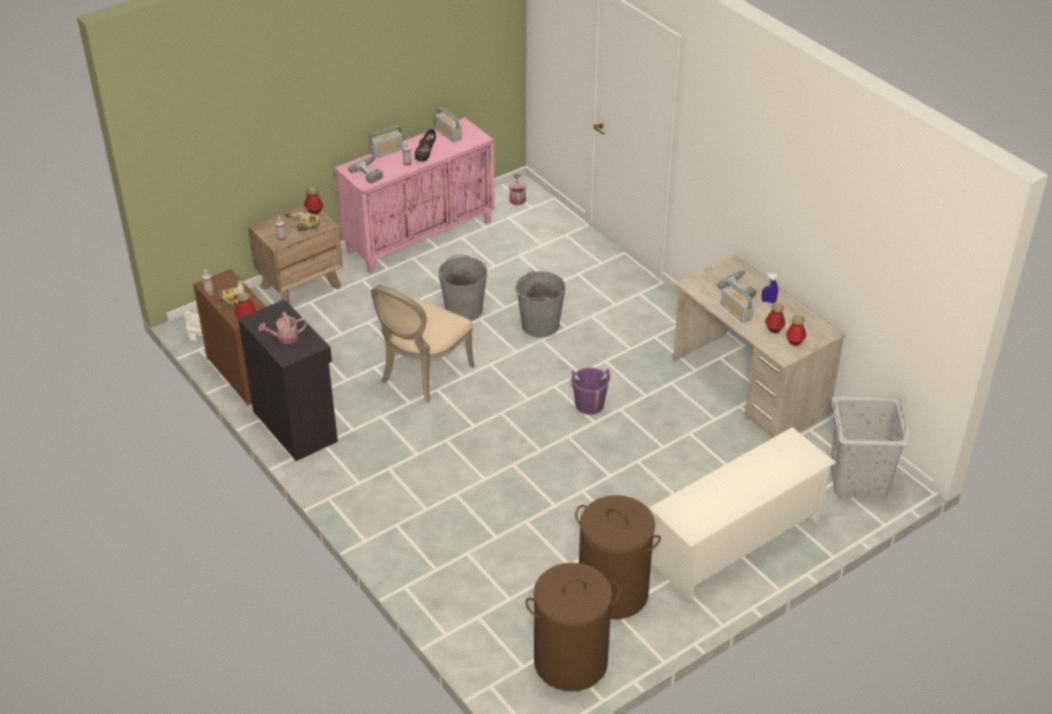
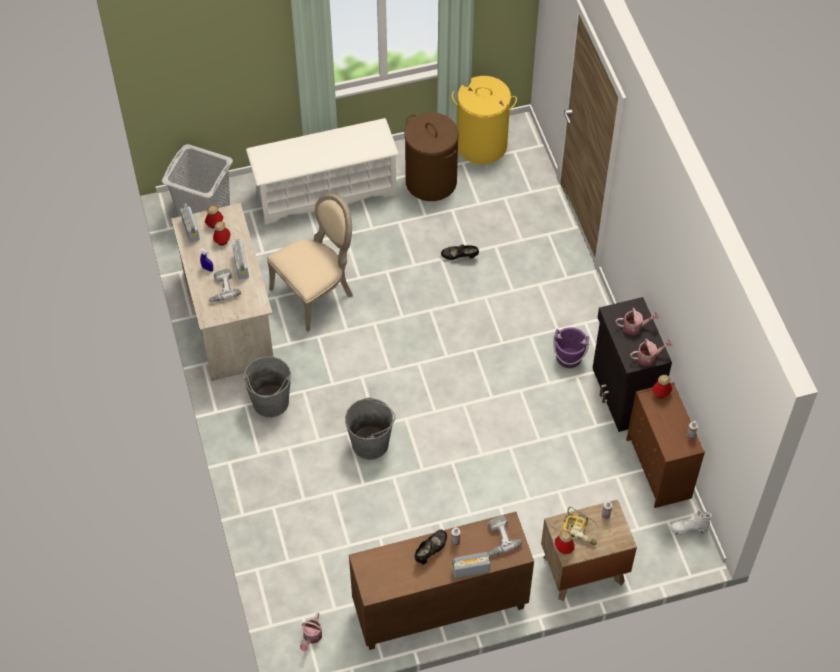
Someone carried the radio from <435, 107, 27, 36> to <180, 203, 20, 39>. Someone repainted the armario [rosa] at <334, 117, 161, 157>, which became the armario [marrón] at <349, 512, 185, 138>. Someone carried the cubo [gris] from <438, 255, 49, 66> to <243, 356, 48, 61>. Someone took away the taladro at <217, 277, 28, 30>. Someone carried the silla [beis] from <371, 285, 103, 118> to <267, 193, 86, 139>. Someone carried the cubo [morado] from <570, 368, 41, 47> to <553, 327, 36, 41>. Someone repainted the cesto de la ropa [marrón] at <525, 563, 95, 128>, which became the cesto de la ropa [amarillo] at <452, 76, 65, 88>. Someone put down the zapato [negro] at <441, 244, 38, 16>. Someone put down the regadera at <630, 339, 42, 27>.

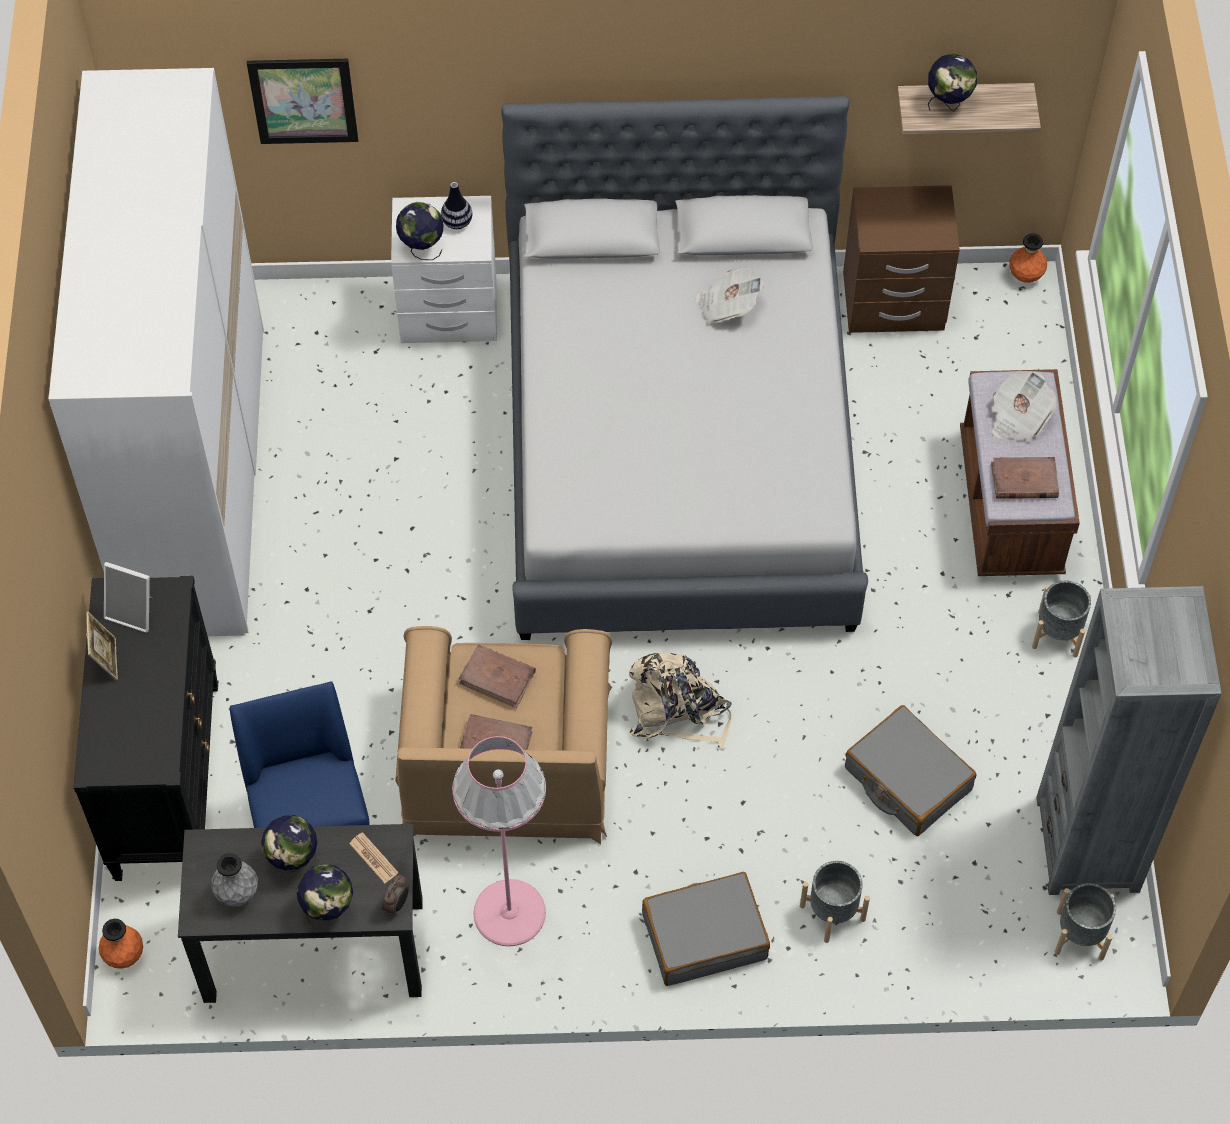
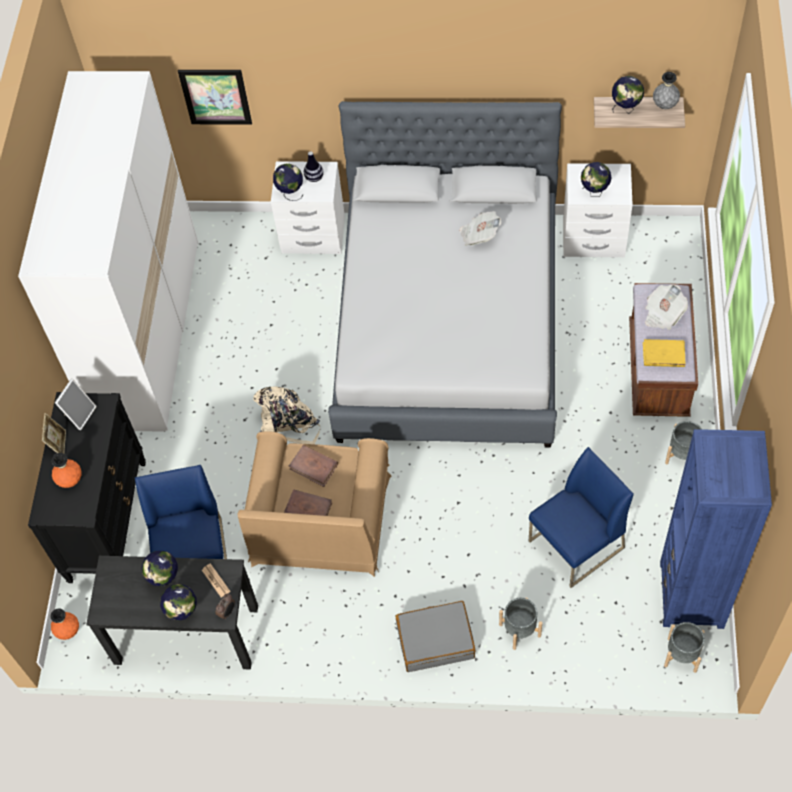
Someone repainted the mesita de noche [marrón] at <843, 185, 117, 148>, which became the mesita de noche [blanco] at <563, 163, 70, 94>. Someone carried the florero [naranja] from <1009, 233, 38, 50> to <52, 453, 29, 35>. Someone repainted the libro [marrón] at <991, 457, 68, 42>, which became the libro [amarillo] at <643, 339, 42, 28>. Someone rotated the portarretratos at <104, 562, 49, 71> by 90 degrees counterclockwise. Someone repainted the estantería [gris] at <1036, 586, 186, 309>, which became the estantería [azul] at <660, 429, 112, 200>. Someone carried the mochila [beis] from <629, 652, 103, 97> to <253, 386, 67, 58>. Someone swapped the maleta [gris] at <845, 705, 131, 131> for the silla [azul] at <529, 447, 105, 141>. Someone took away the lámpara de pie [rosa] at <452, 736, 94, 210>. Someone carried the florero [gris] from <211, 853, 47, 54> to <653, 72, 27, 37>. Someone put down the globo terráqueo at <581, 162, 31, 35>.

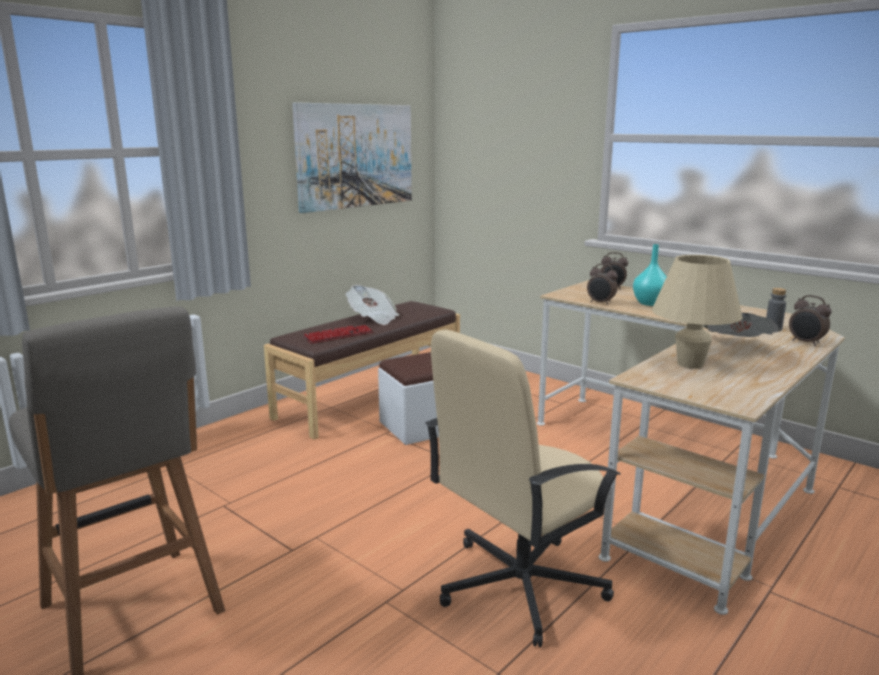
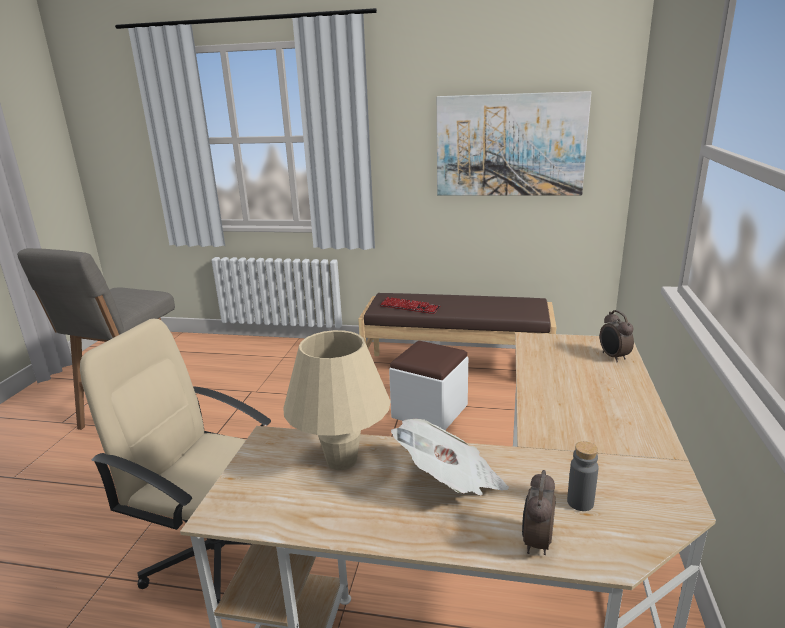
Someone took away the florero [turquesa] at <633, 244, 34, 62>. Someone took away the despertador at <587, 264, 31, 41>. Someone took away the periódico at <346, 285, 53, 40>.

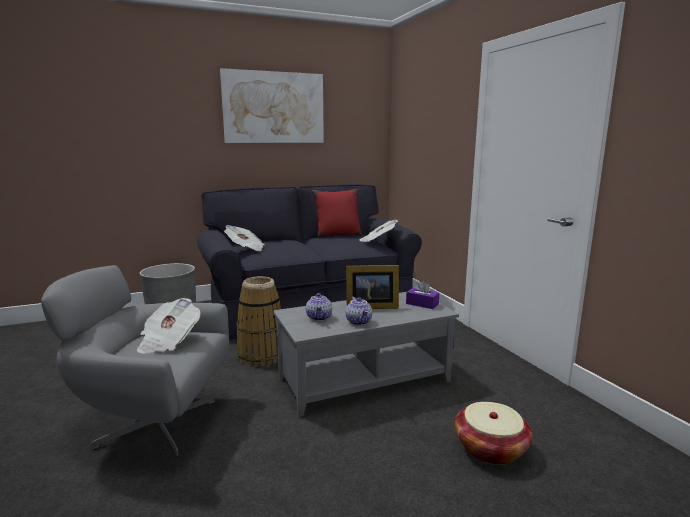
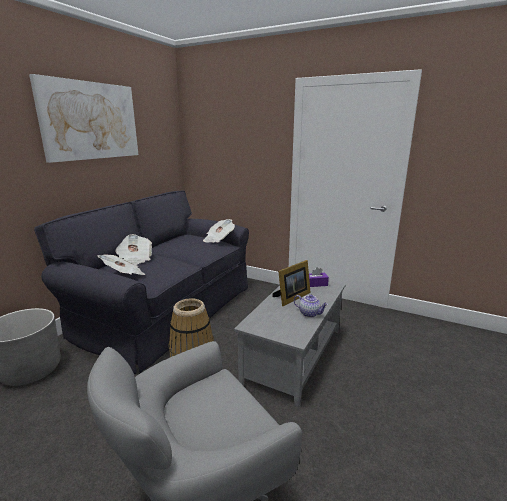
Someone took away the cojín [rojo] at <312, 188, 50, 49>. Someone took away the tetera at <306, 293, 26, 28>. Someone carried the periódico from <137, 298, 64, 56> to <115, 234, 37, 31>. Someone took away the cesta at <455, 402, 78, 63>.

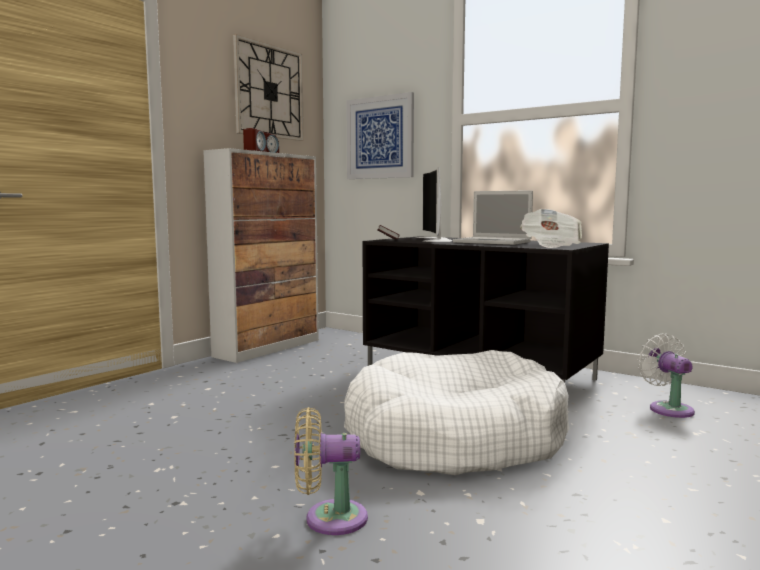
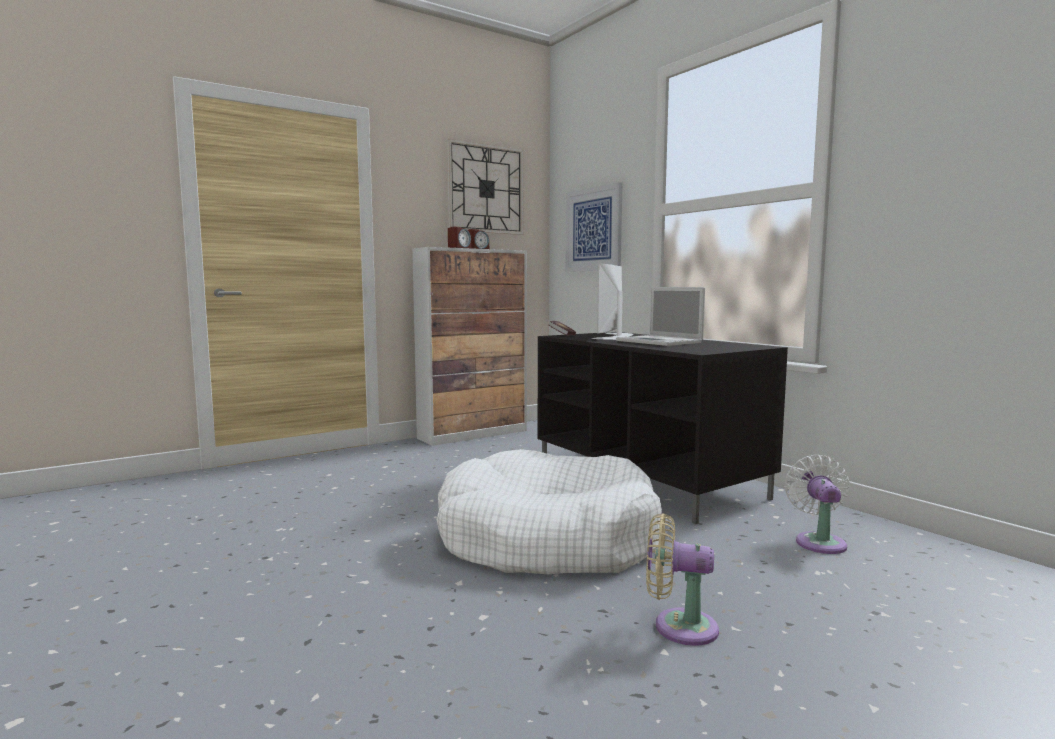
Someone took away the periódico at <520, 209, 62, 39>. Someone carried the ventilador [beis] from <294, 407, 74, 128> to <646, 513, 73, 133>.

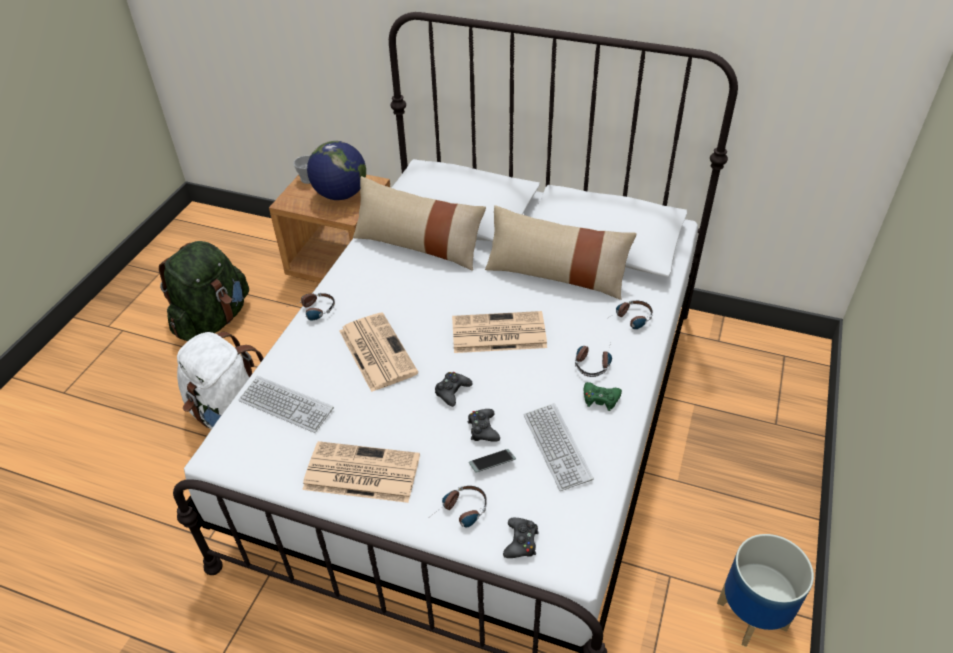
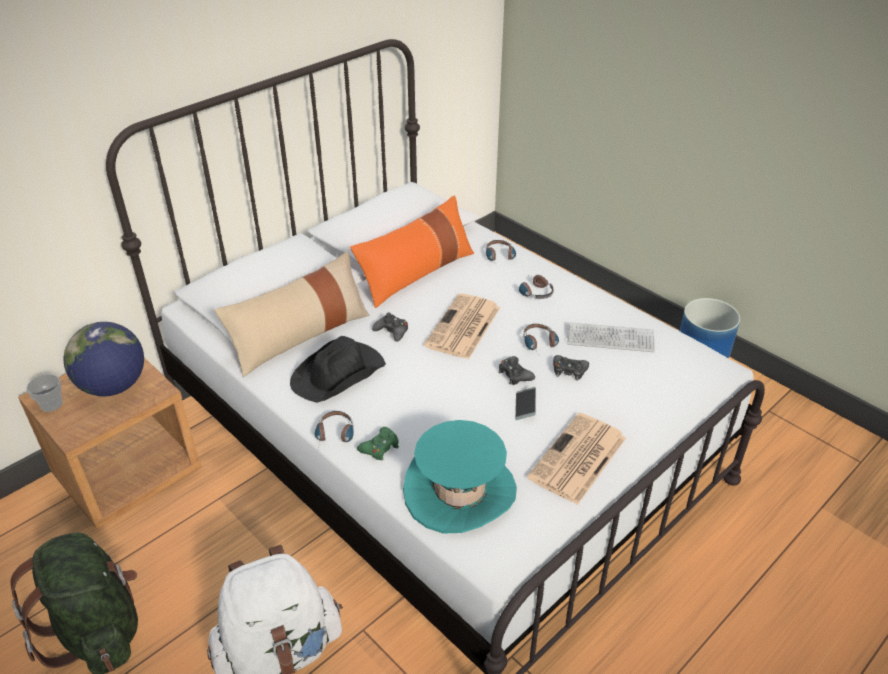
Someone repainted the cojín [beis] at <485, 205, 152, 95>, which became the cojín [naranja] at <350, 195, 124, 113>. Someone took away the periódico at <339, 312, 79, 80>. Someone swapped the teclado at <238, 376, 96, 57> for the sombrero [turquesa] at <403, 420, 114, 113>. Someone carried the mando de consola [verde] from <584, 382, 38, 29> to <357, 427, 42, 34>. Someone carried the móvil from <469, 449, 47, 24> to <515, 387, 21, 33>. Someone carried the auriculares from <431, 486, 56, 41> to <523, 324, 36, 31>. Someone carried the mando de consola [negro] from <503, 518, 36, 40> to <372, 313, 36, 29>. Someone put down the sombrero [negro] at <290, 336, 96, 67>.

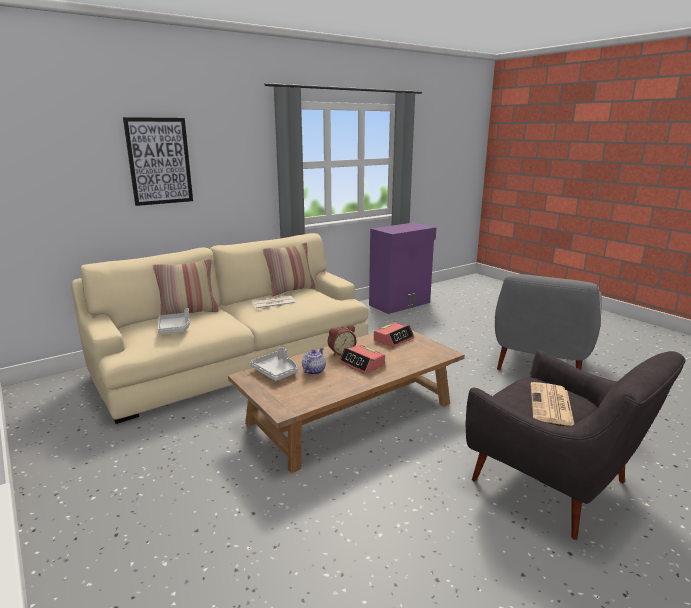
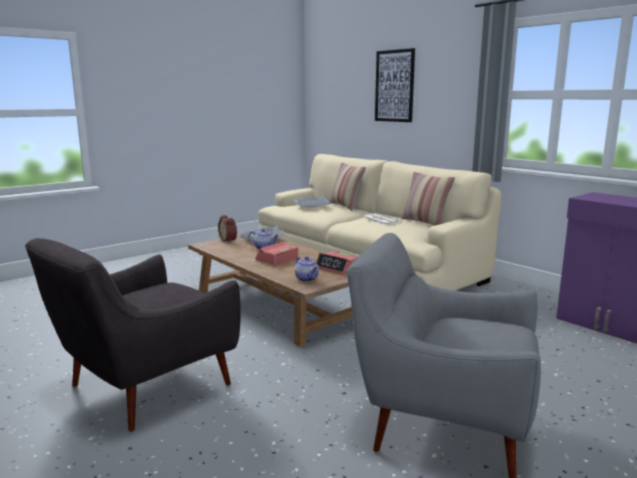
Someone carried the despertador from <328, 324, 28, 32> to <218, 214, 19, 29>. Someone took away the periódico at <531, 382, 43, 44>. Someone put down the tetera at <295, 256, 24, 26>.

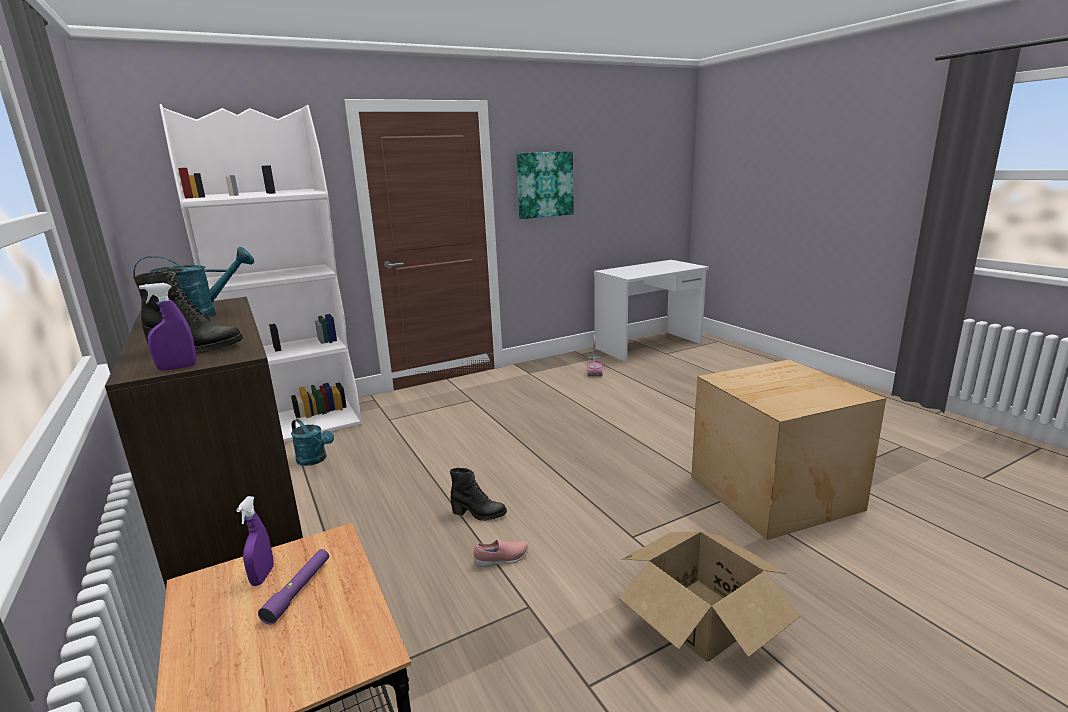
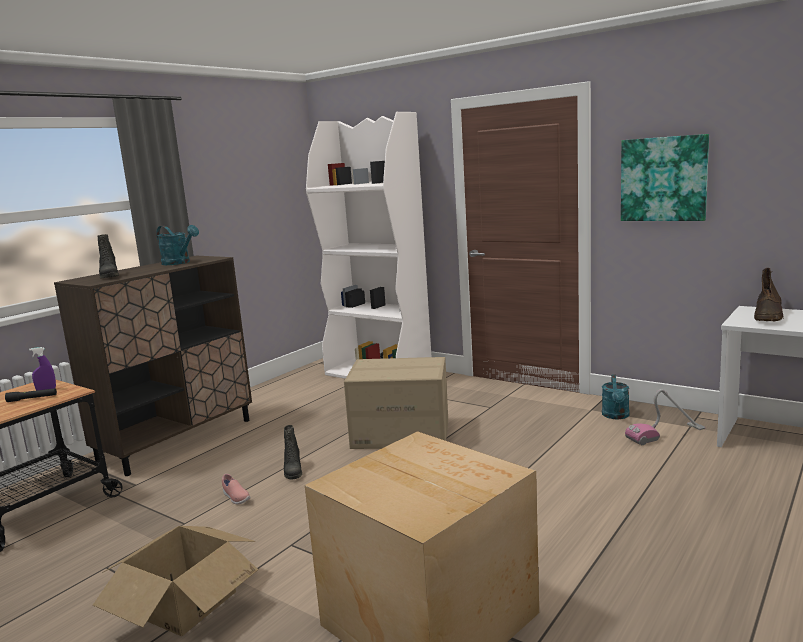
Someone took away the pulverizador [morado] at <139, 283, 57, 88>. Someone carried the regadera [turquesa] from <291, 419, 43, 47> to <602, 375, 28, 44>. Someone repainted the linterna [morado] at <258, 549, 71, 76>, which became the linterna [negro] at <5, 388, 52, 14>. Someone put down the bota [marrón] at <754, 268, 29, 54>. Someone put down the caja de cartón at <344, 357, 104, 92>.

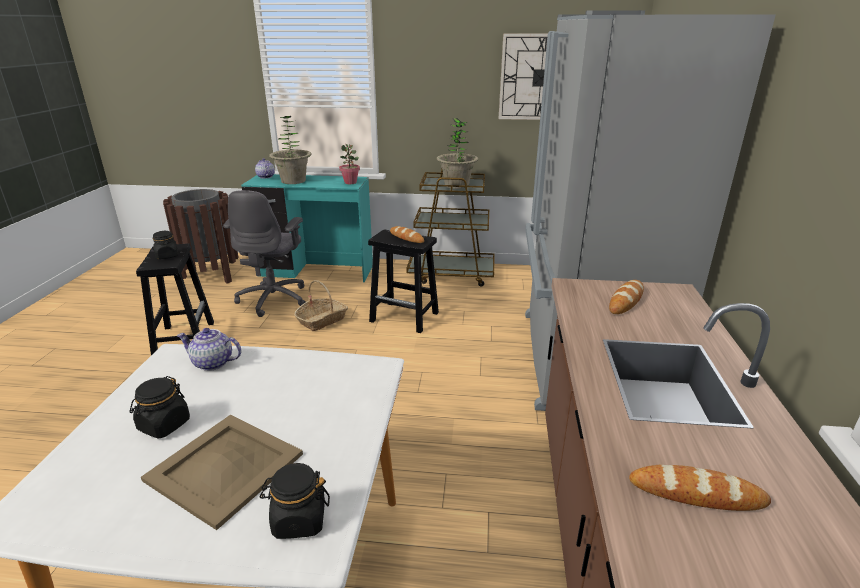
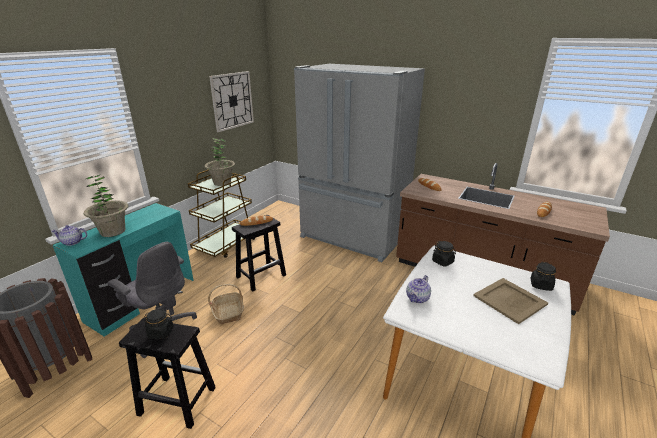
Someone took away the planta en maceta at <339, 144, 21, 40>. Someone carried the tarro [negro] from <130, 376, 60, 63> to <432, 241, 24, 26>.

